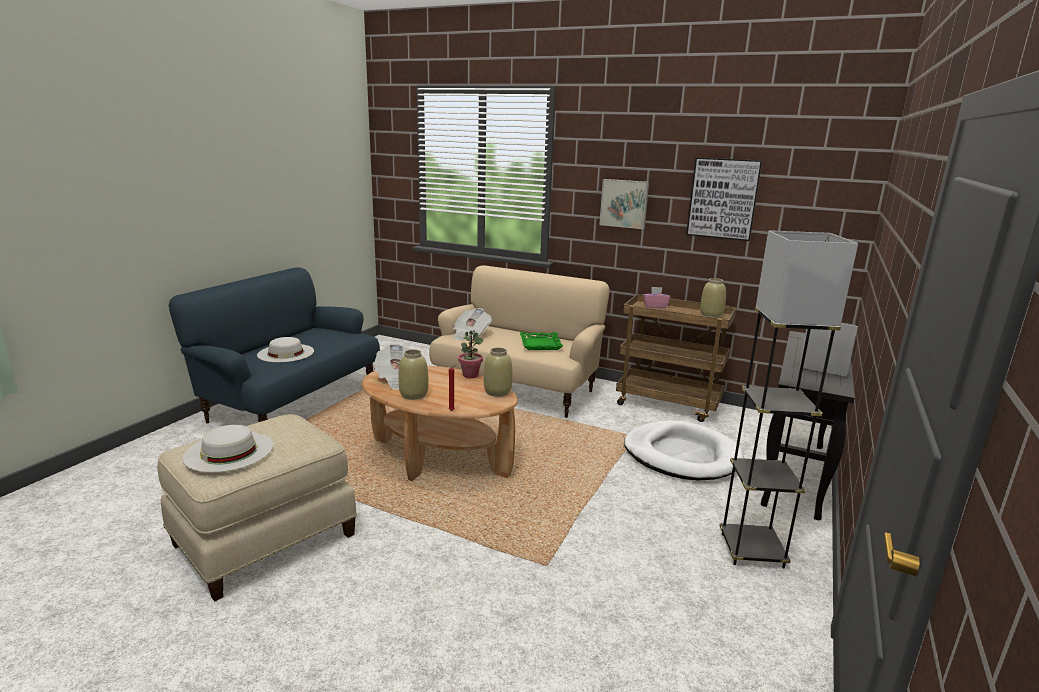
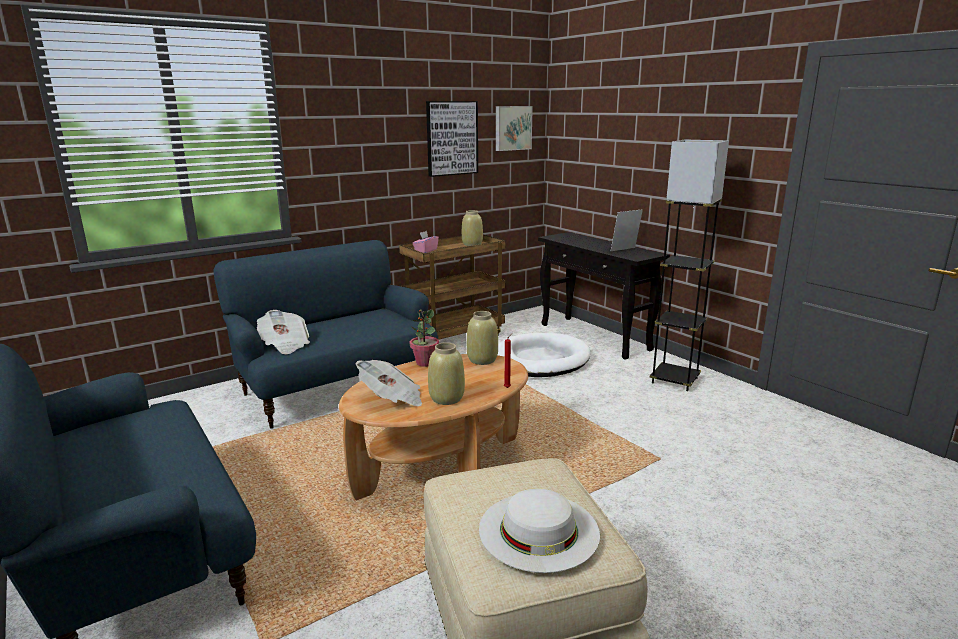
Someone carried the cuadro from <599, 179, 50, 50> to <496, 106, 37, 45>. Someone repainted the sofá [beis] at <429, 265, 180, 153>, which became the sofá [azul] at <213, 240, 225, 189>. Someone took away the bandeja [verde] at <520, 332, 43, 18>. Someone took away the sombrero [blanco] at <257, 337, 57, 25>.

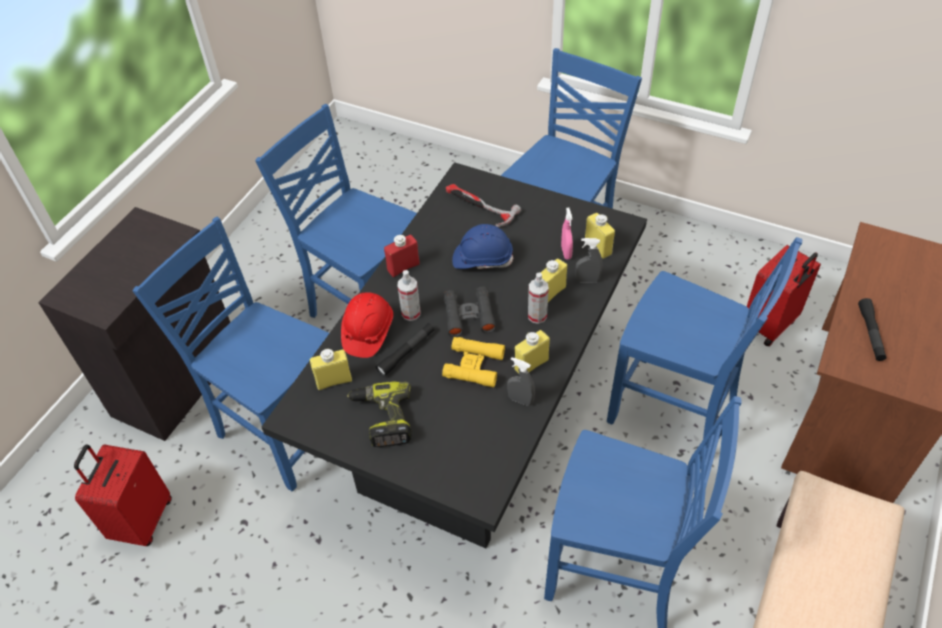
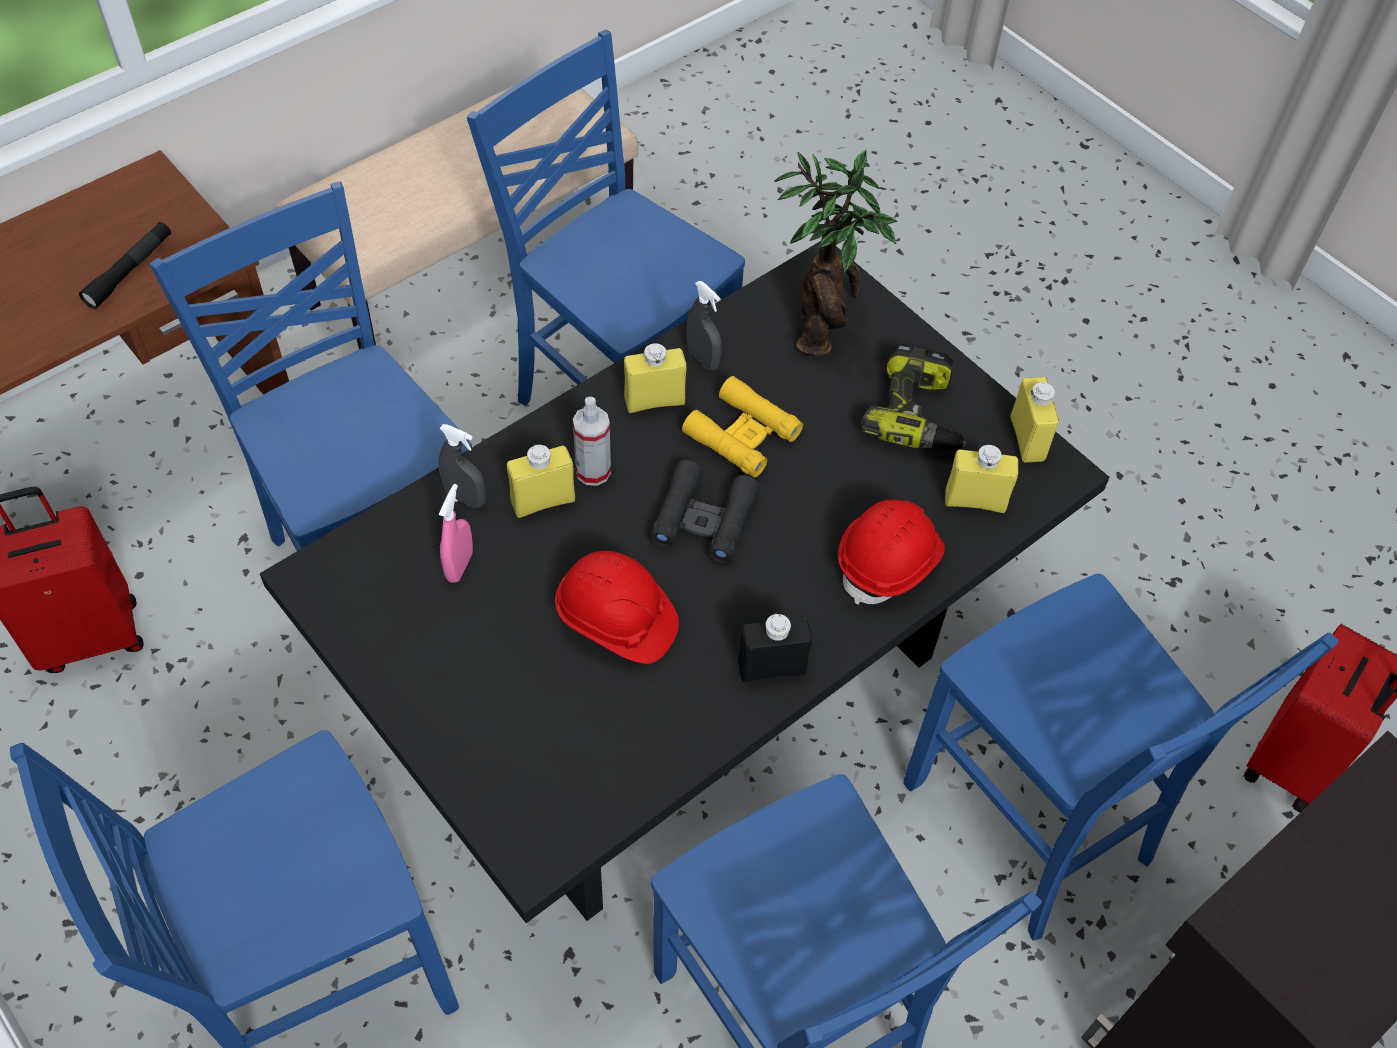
Someone took away the martillo at <446, 184, 75, 43>. Someone carried the botella [amarillo] from <585, 213, 30, 46> to <1010, 377, 49, 86>. Someone repainted the casco [azul] at <452, 224, 62, 45>, which became the casco [rojo] at <555, 551, 124, 113>. Someone repainted the botella [rojo] at <384, 235, 36, 42>, which became the botella [negro] at <738, 613, 74, 69>. Someone took away the pulverizador at <397, 270, 24, 51>. Someone took away the linterna [negro] at <376, 323, 58, 53>. Someone put down the planta en maceta at <774, 150, 123, 207>.

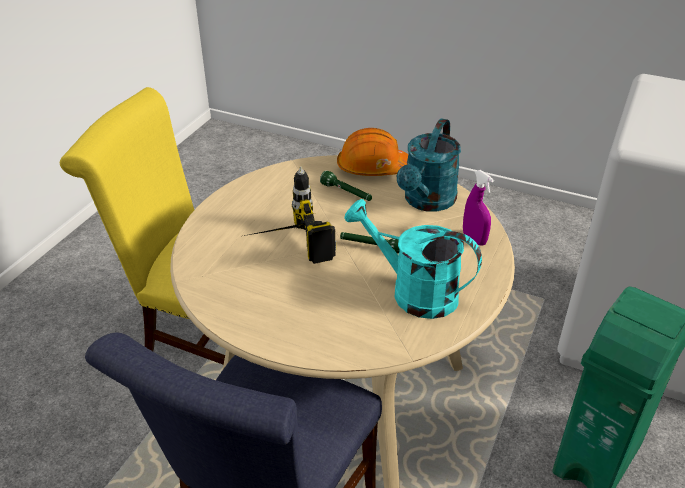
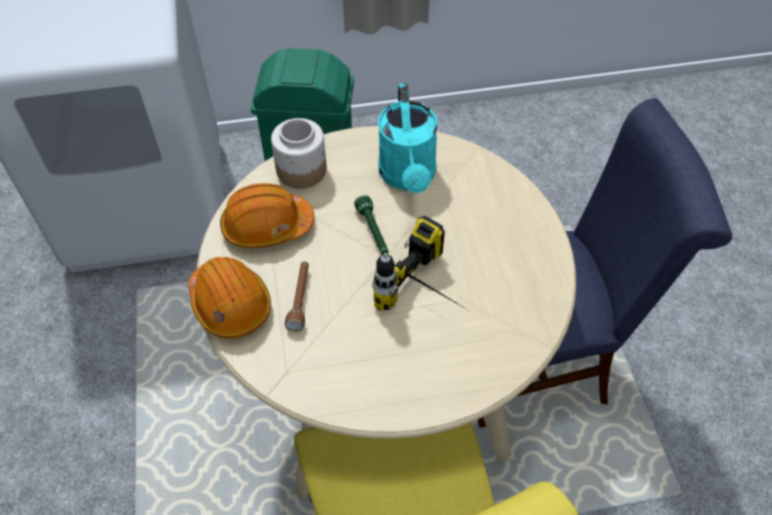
Someone swapped the regadera [turquesa] at <397, 118, 64, 94> for the casco [naranja] at <220, 183, 94, 65>. Someone repainted the linterna [verde] at <320, 170, 52, 31>, which became the linterna [marrón] at <285, 261, 24, 70>. Someone swapped the pulverizador [morado] at <463, 170, 31, 76> for the tarro at <271, 118, 56, 71>.

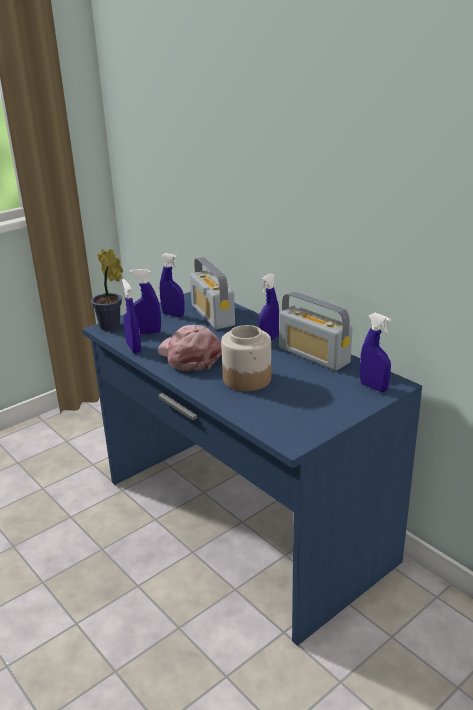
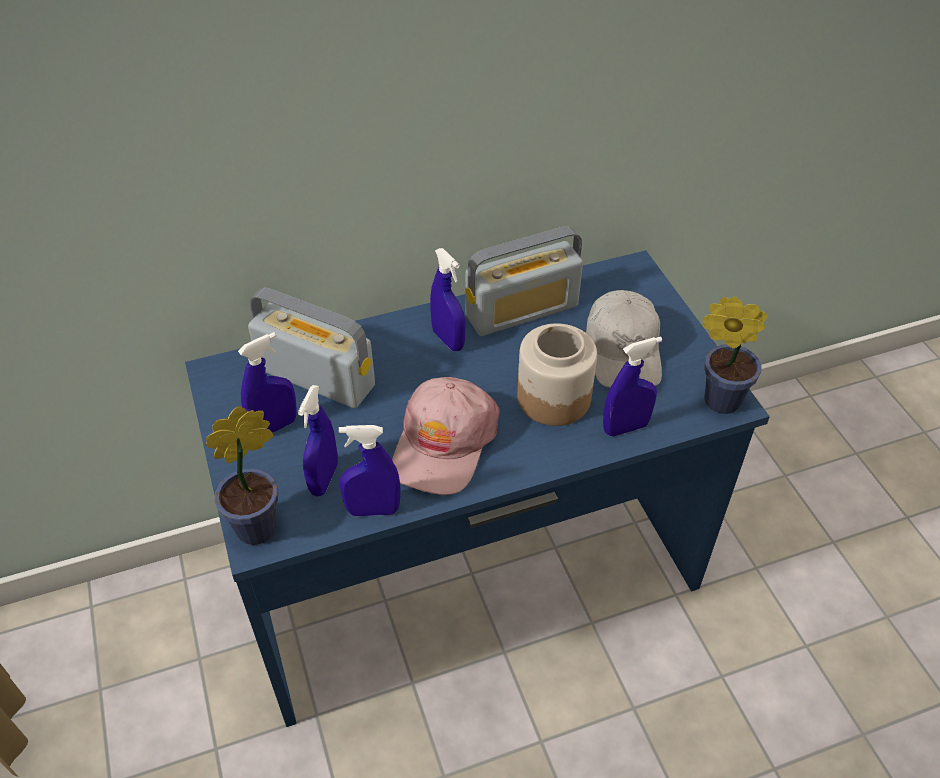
Someone rotated the radio at <190, 257, 45, 72> by 150 degrees counterclockwise. Someone carried the pulverizador [azul] from <360, 313, 31, 79> to <603, 337, 59, 99>. Someone rotated the gorra [rosa] at <158, 325, 64, 46> by 60 degrees counterclockwise. Someone put down the gorra [blanco] at <586, 290, 76, 98>. Someone put down the planta en maceta at <702, 297, 66, 117>.

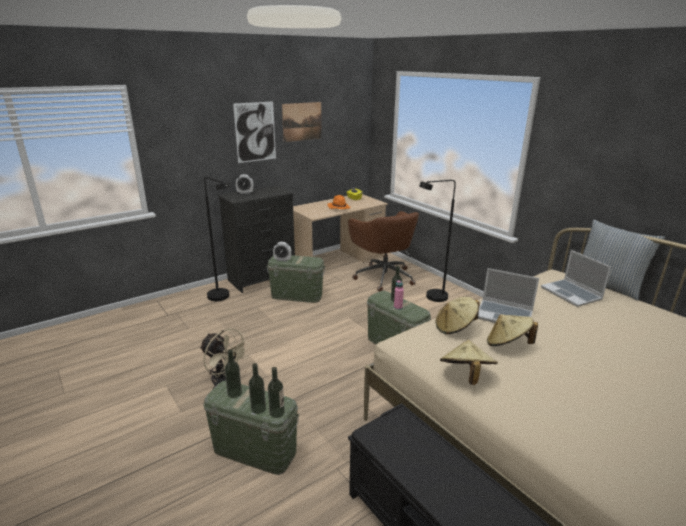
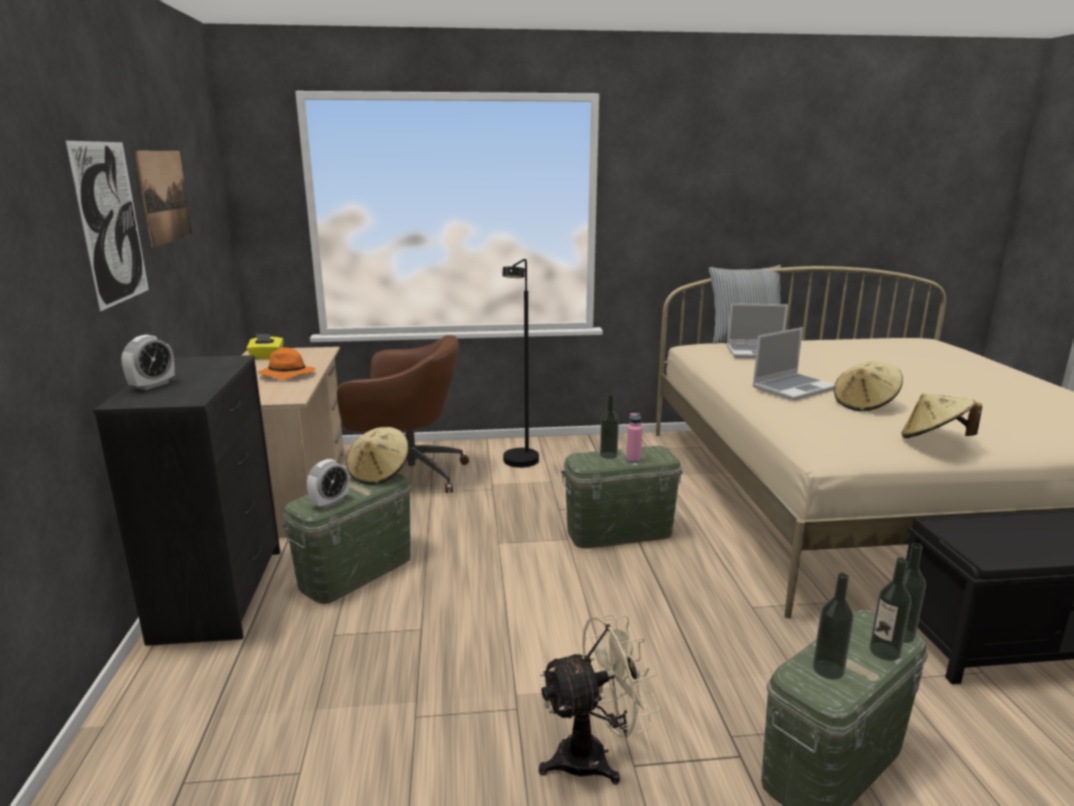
Someone took away the lámpara de pie [negro] at <204, 177, 26, 124>. Someone carried the sombrero [beis] from <436, 297, 44, 37> to <346, 427, 63, 58>.

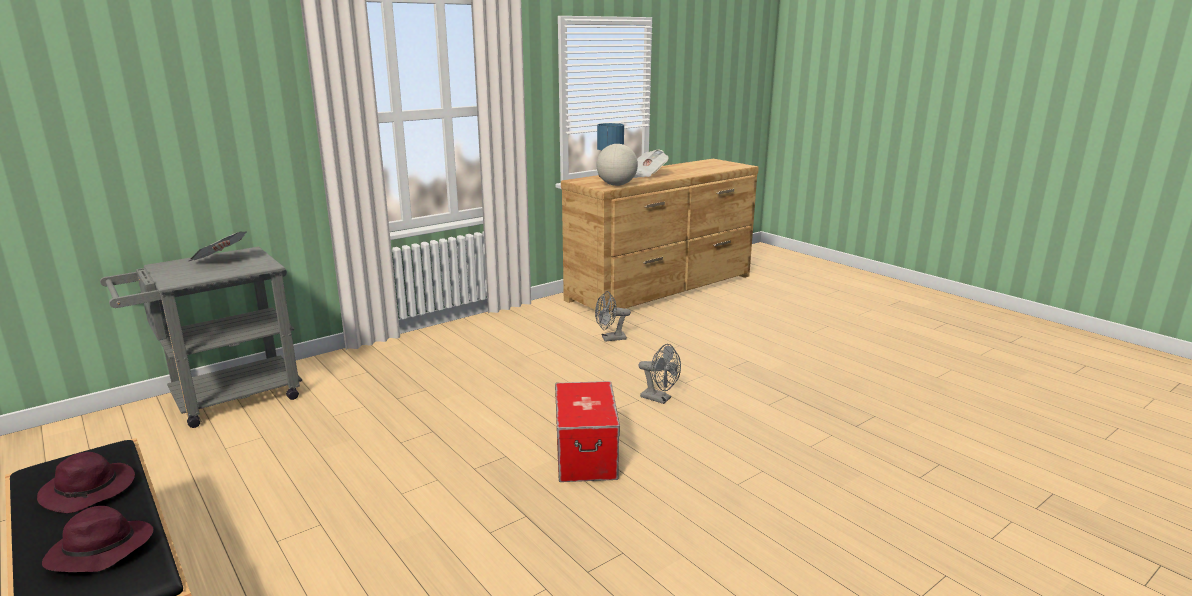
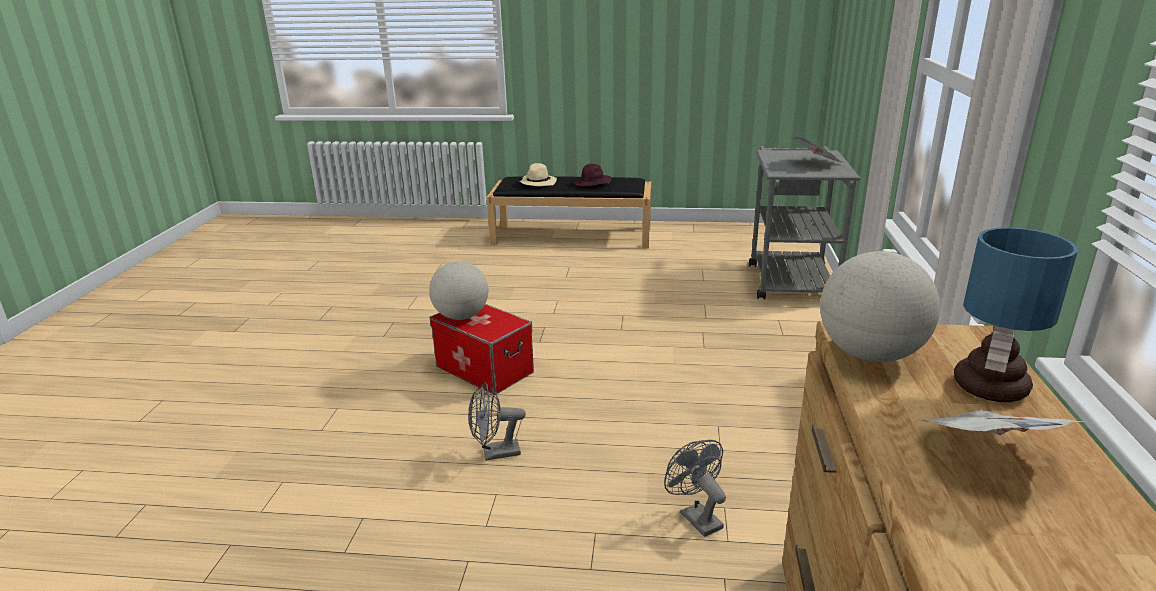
Someone rotated the ventilador [gris] at <595, 291, 36, 51> by 60 degrees counterclockwise. Someone repainted the sombrero [morado] at <42, 506, 111, 66>, which became the sombrero [beis] at <520, 163, 37, 23>. Someone put down the globo terráqueo at <429, 261, 60, 59>.

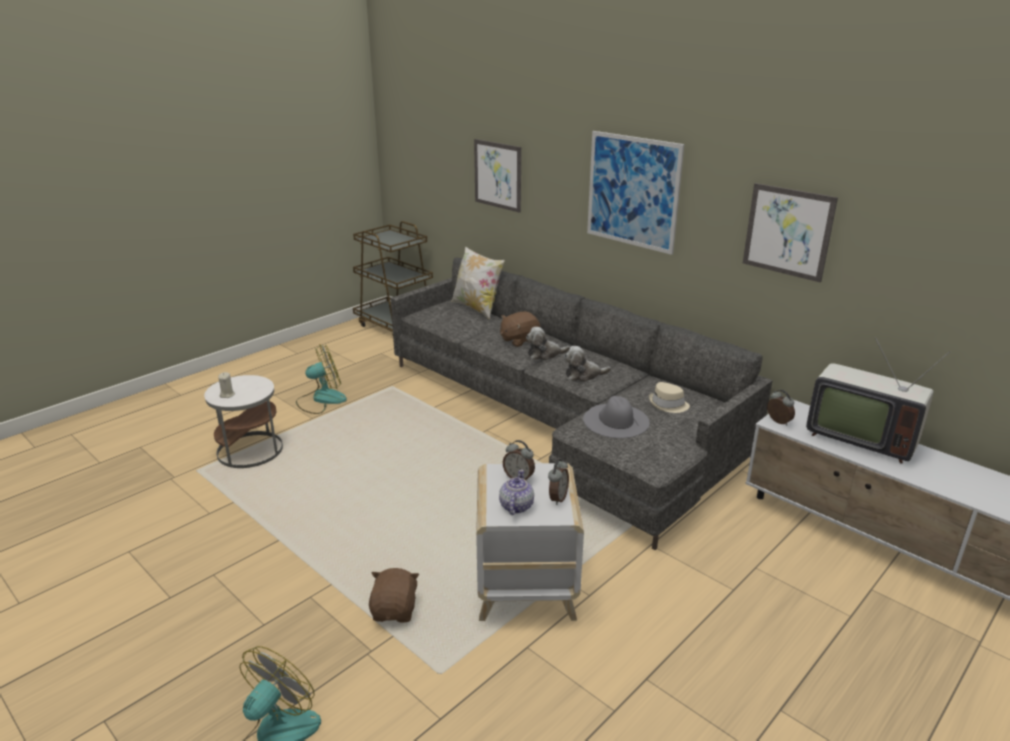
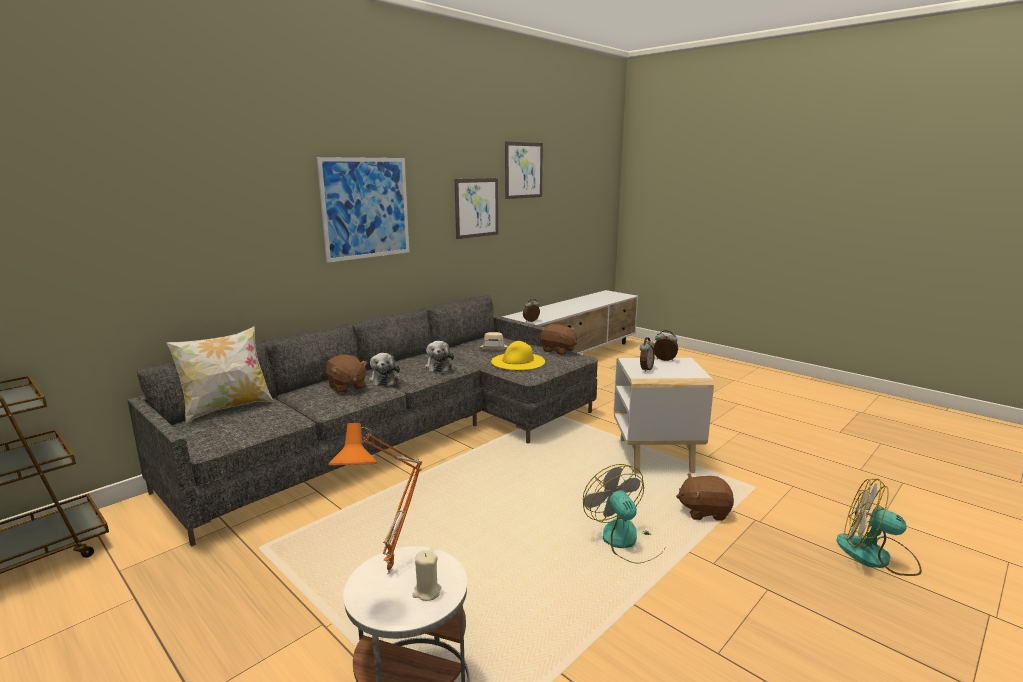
Someone carried the cuadro from <474, 139, 47, 74> to <505, 142, 38, 57>. Someone took away the televisor at <806, 337, 145, 127>. Someone carried the ventilador from <296, 344, 51, 70> to <583, 464, 81, 100>. Someone repainted the sombrero [gris] at <583, 396, 66, 42>, which became the sombrero [amarillo] at <491, 341, 54, 29>. Someone took away the tetera at <499, 470, 35, 45>. Someone put down the peluche [marrón] at <540, 324, 37, 31>. Someone put down the lámpara de mesa [naranja] at <329, 423, 93, 151>.

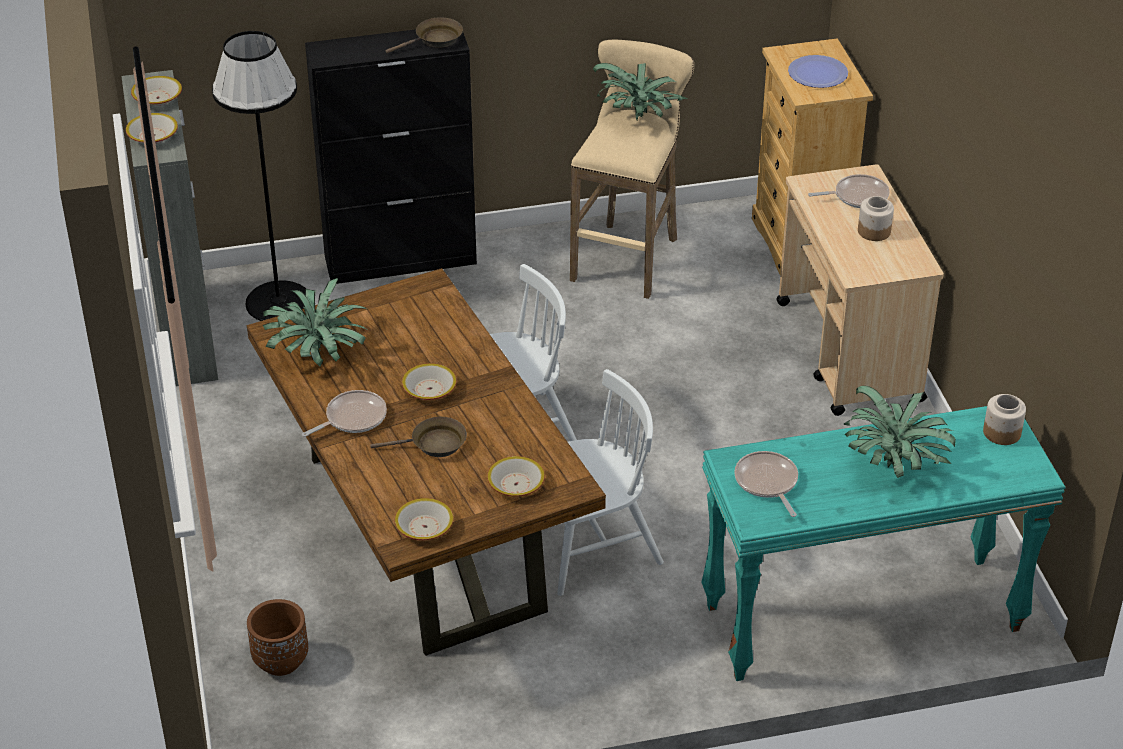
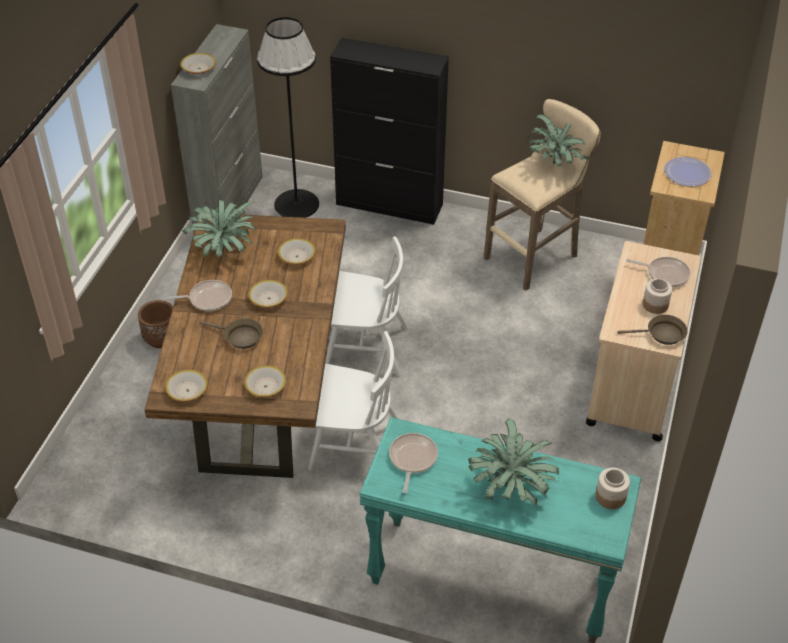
Someone carried the sartén [marrón] from <385, 17, 78, 36> to <617, 315, 71, 30>. Someone carried the cuenco from <131, 76, 51, 30> to <278, 238, 38, 26>. Someone carried the maceta [marrón] from <247, 599, 61, 77> to <138, 300, 35, 48>.

